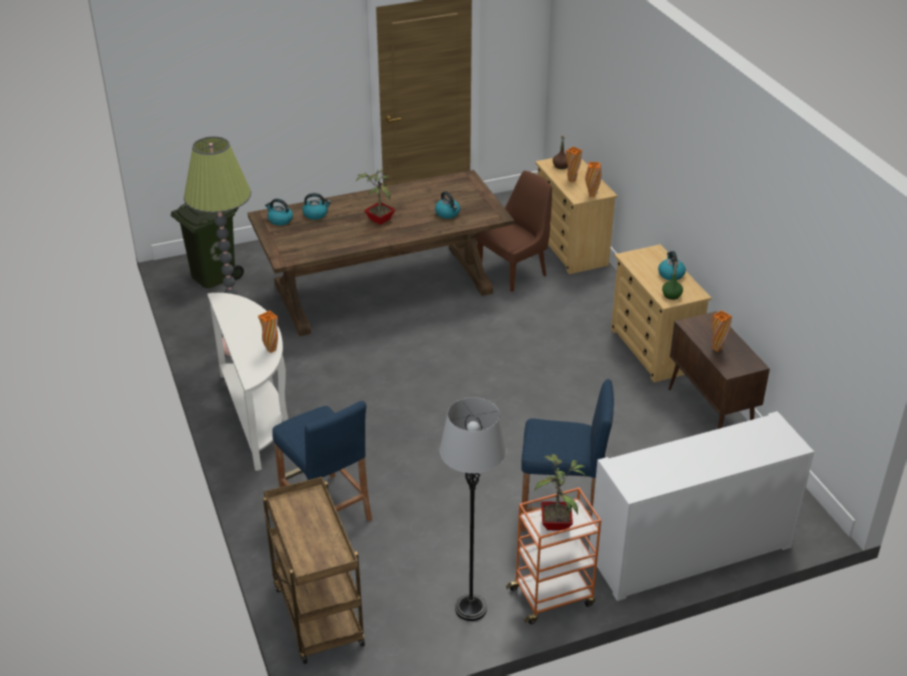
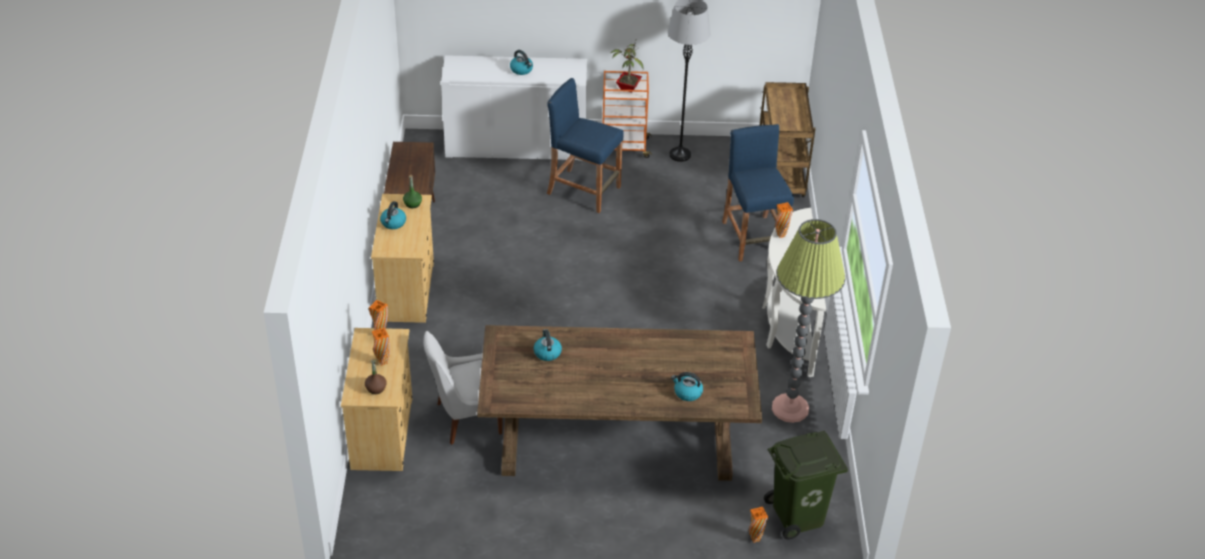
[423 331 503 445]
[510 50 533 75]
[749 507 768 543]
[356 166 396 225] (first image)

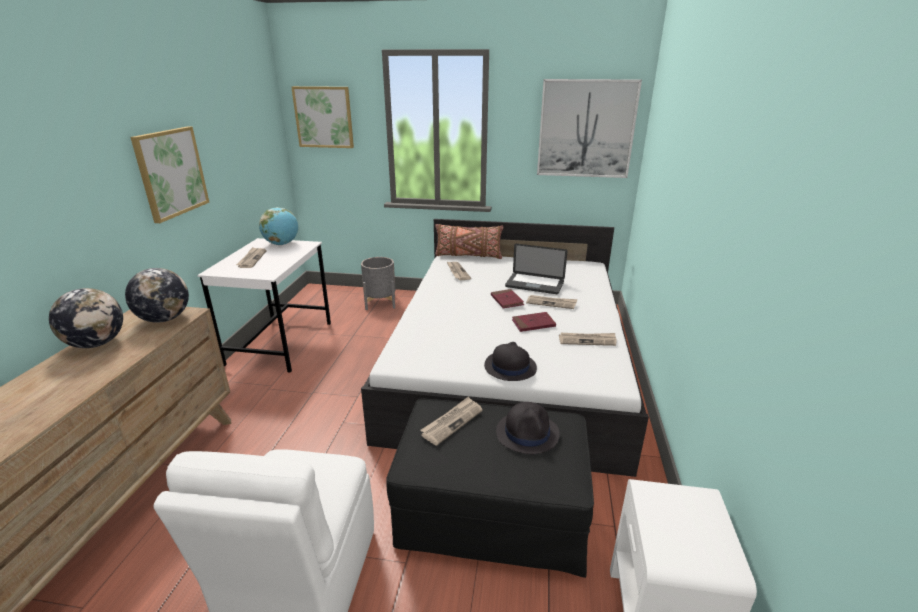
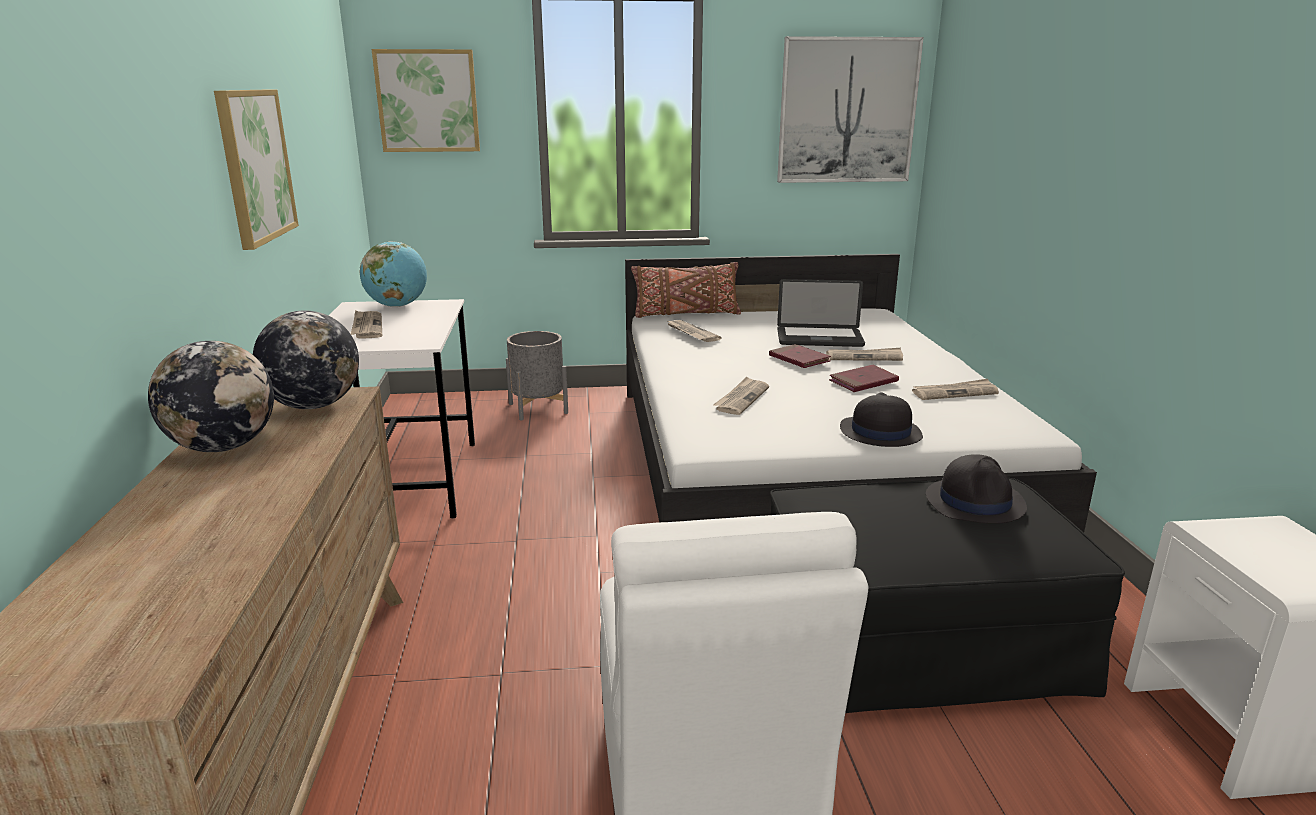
[713 377 769 415]

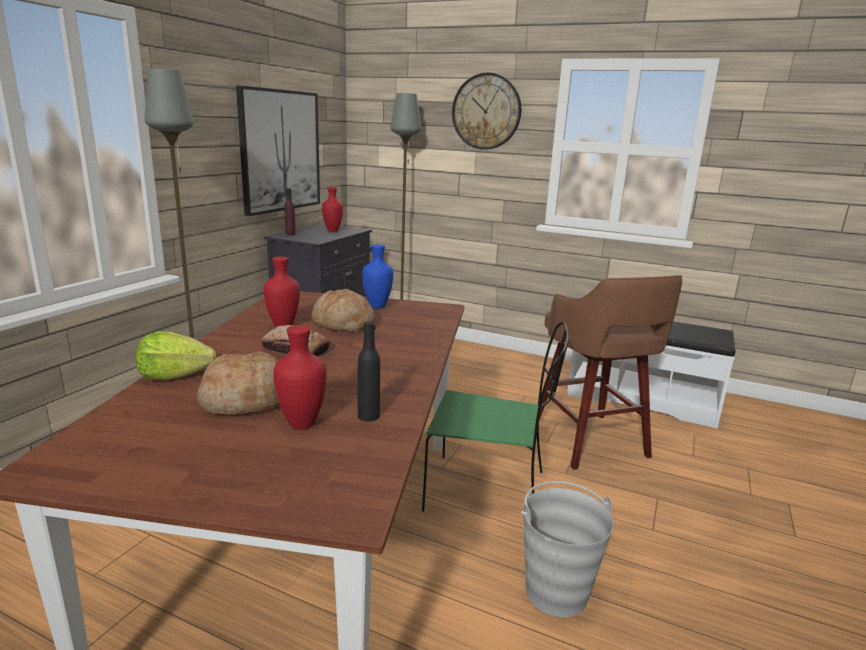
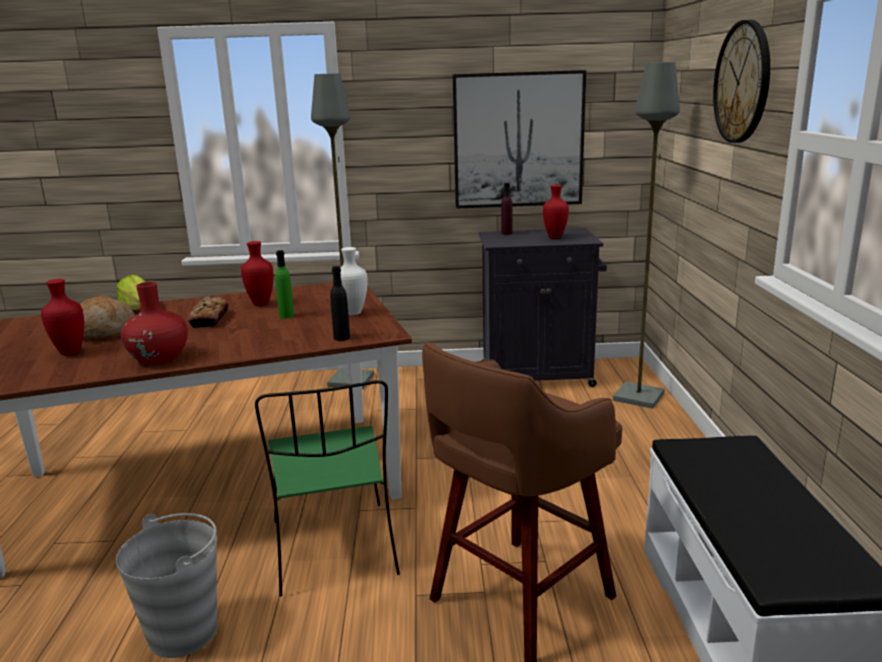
[121 282 188 365]
[275 250 294 318]
[330 266 350 341]
[340 247 367 315]

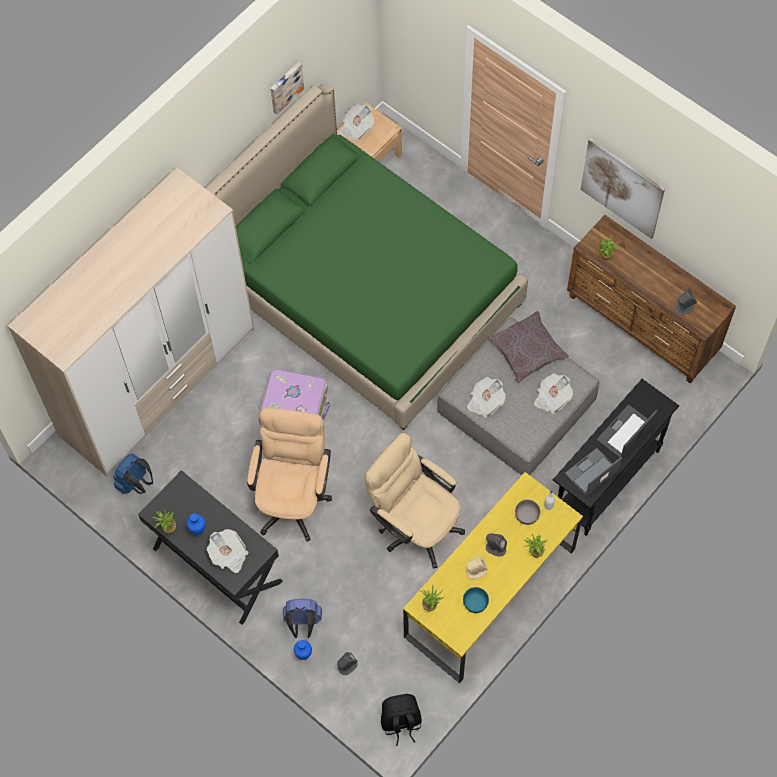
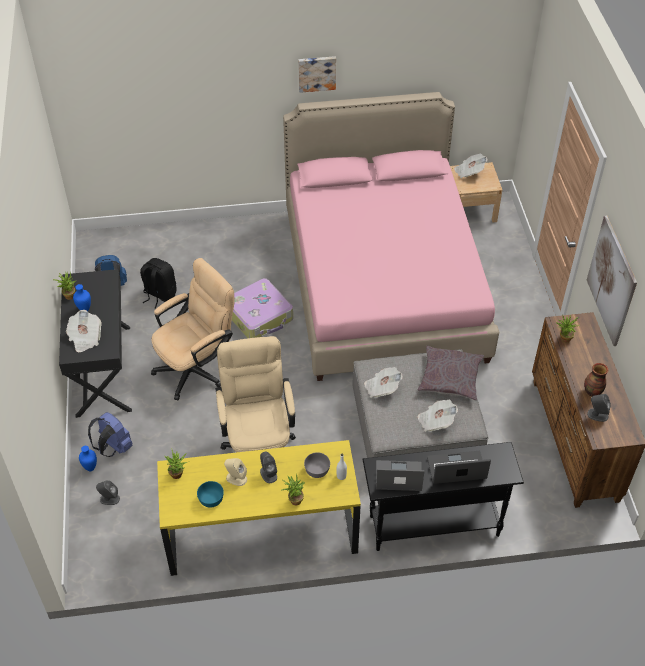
[140 258 177 309]
[283 92 499 381]
[298 56 336 93]
[584 363 608 397]
[8 168 254 477] (first image)

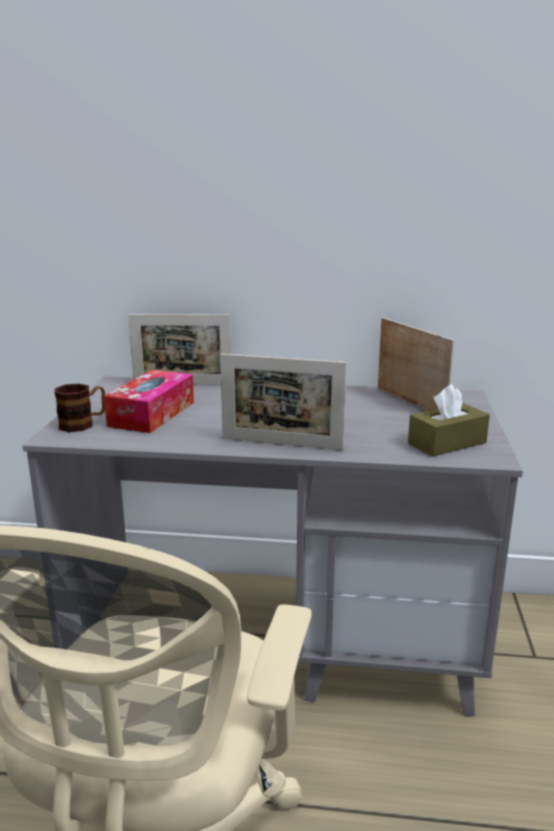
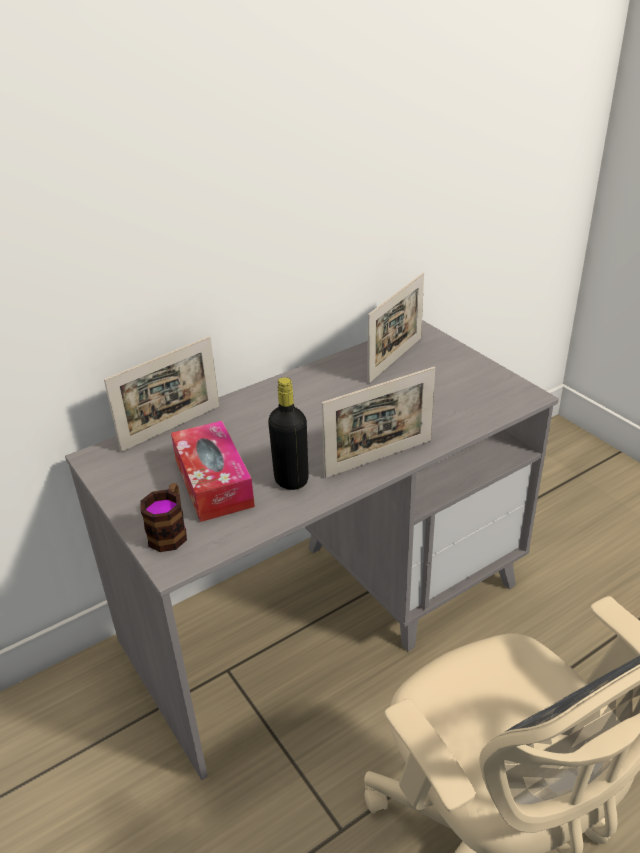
[268 377 309 490]
[368 273 424 383]
[408 384 490 457] (first image)

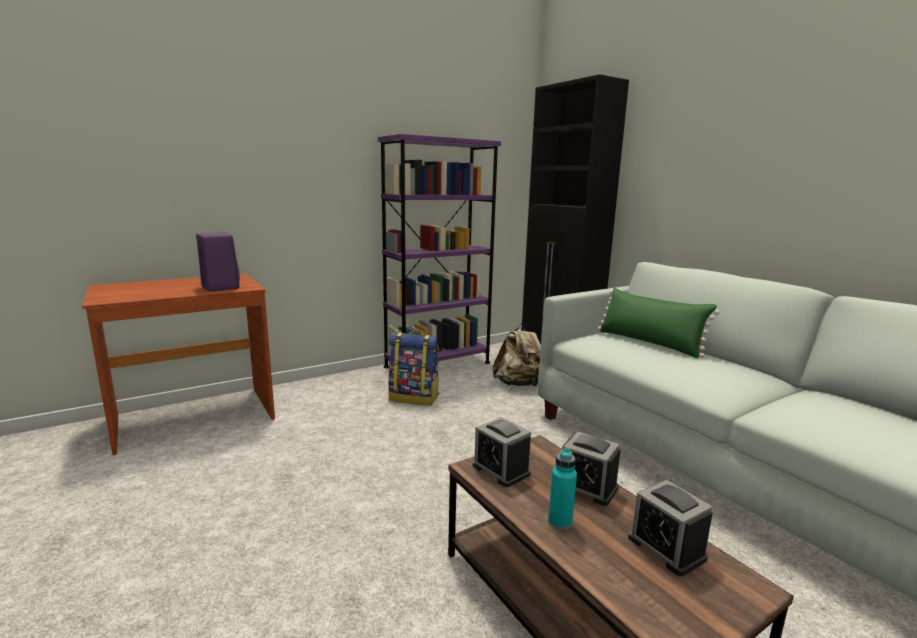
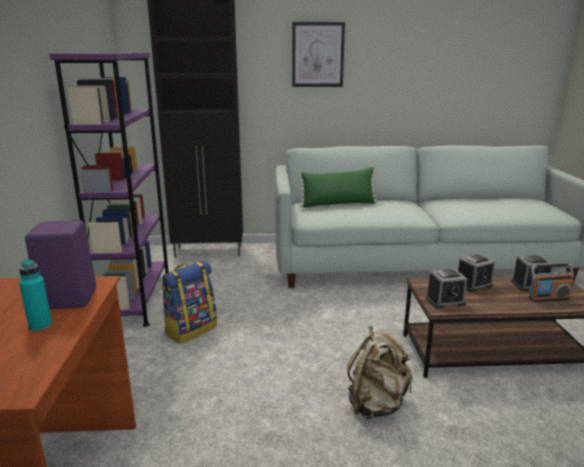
[19 259 52 332]
[292 22 345 87]
[347 326 412 419]
[528 263 574 302]

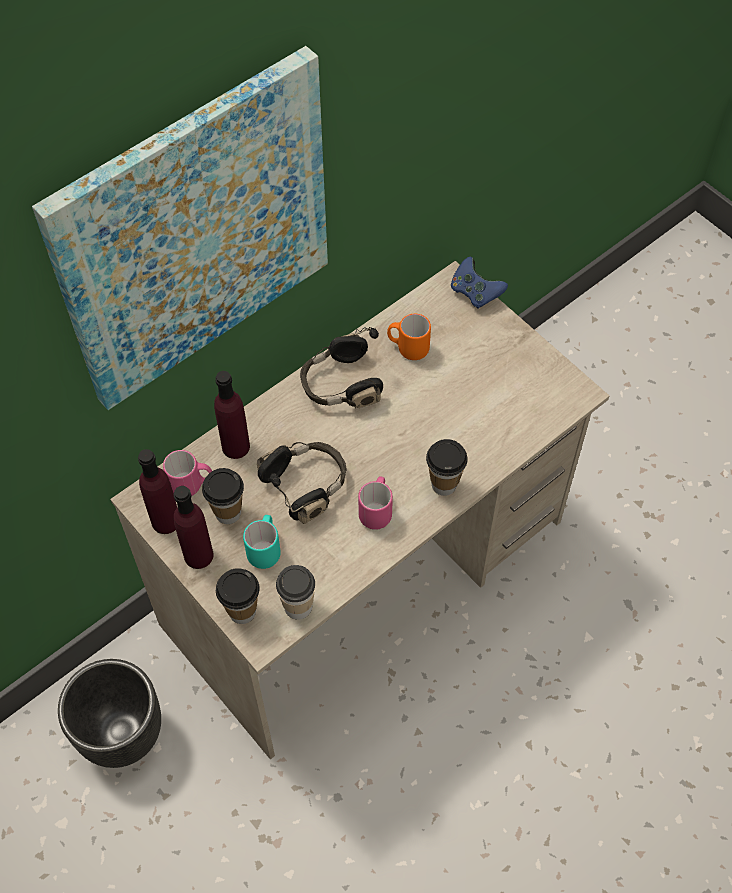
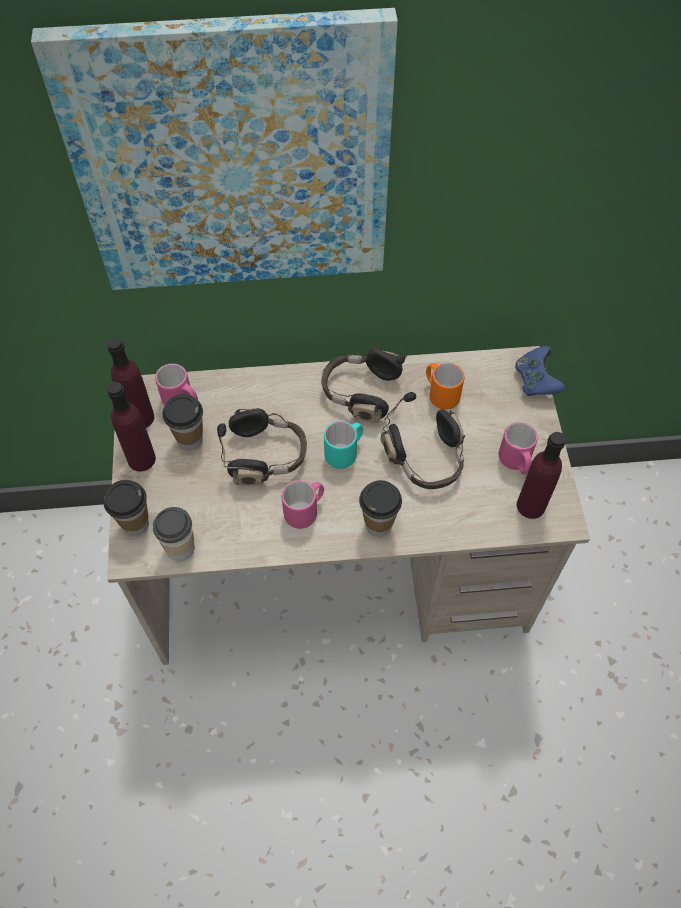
[324 421 363 469]
[381 392 465 489]
[499 422 538 474]
[517 432 566 519]
[58 659 161 768] (first image)

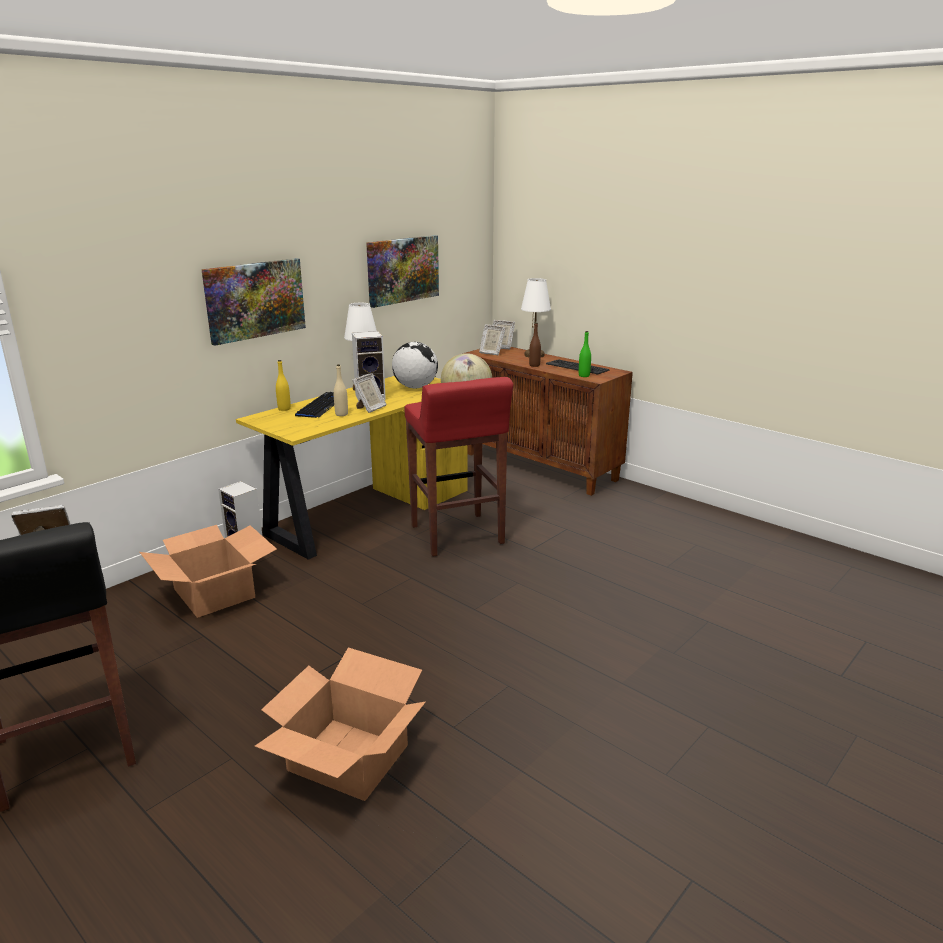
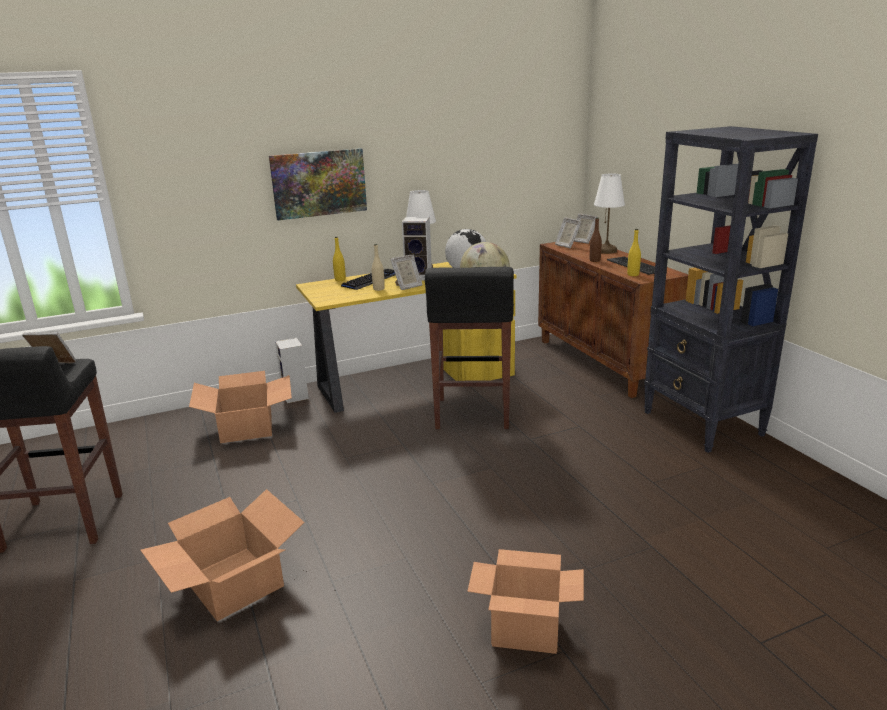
[425 267 514 429]
[467 549 584 654]
[627 229 641 276]
[644 126 818 453]
[366 235 439 308] (first image)

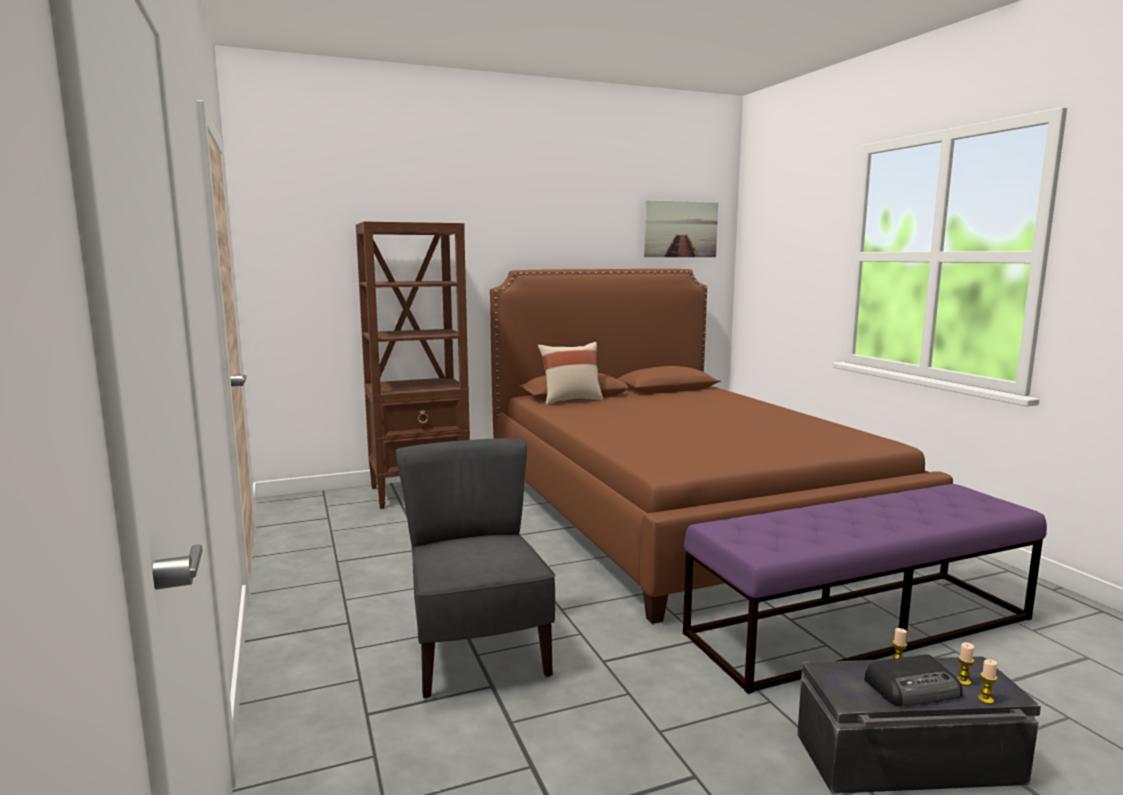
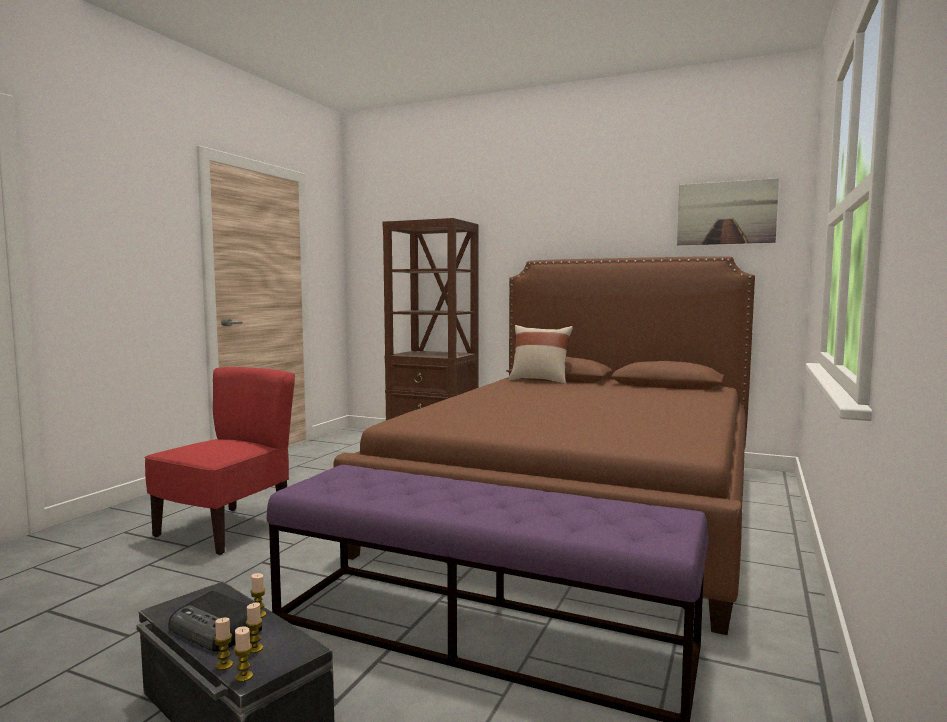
[144 367 295 555]
[234 626 253 682]

